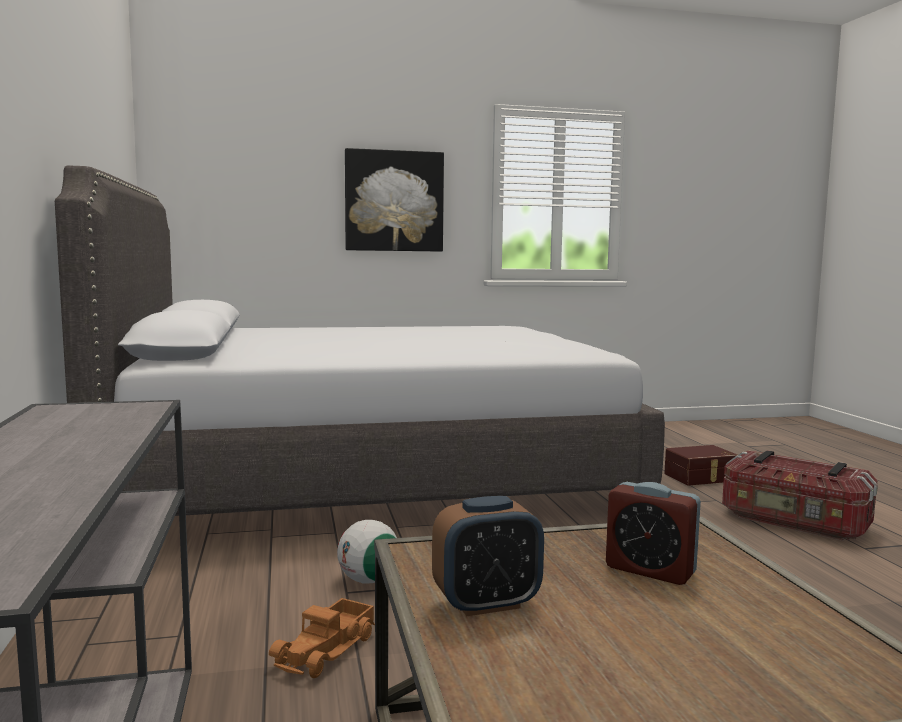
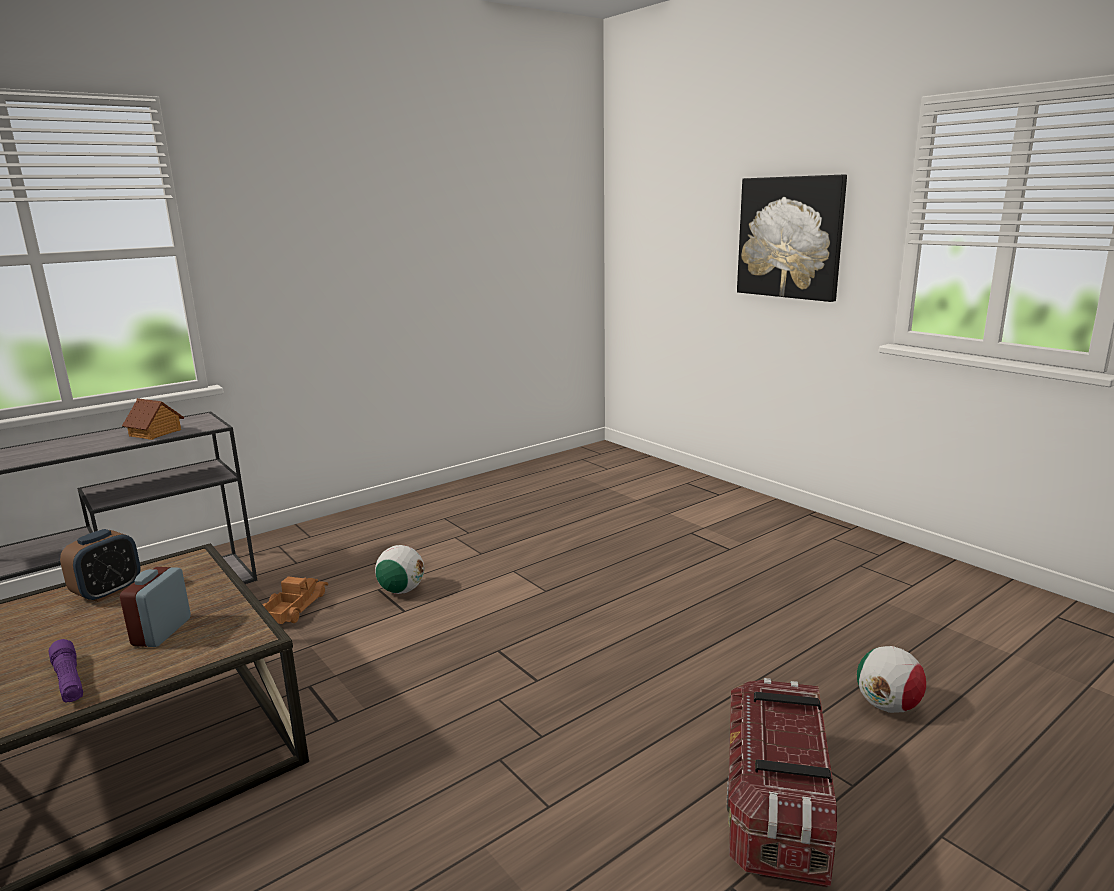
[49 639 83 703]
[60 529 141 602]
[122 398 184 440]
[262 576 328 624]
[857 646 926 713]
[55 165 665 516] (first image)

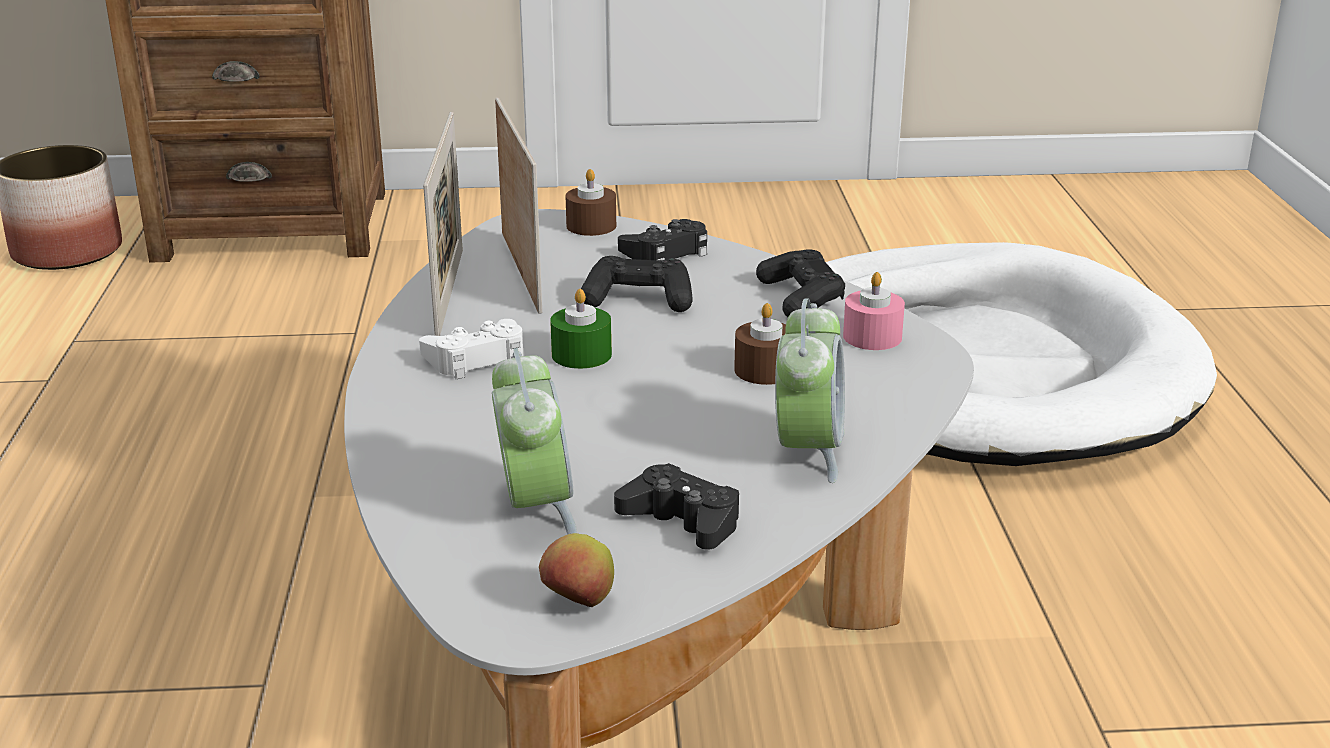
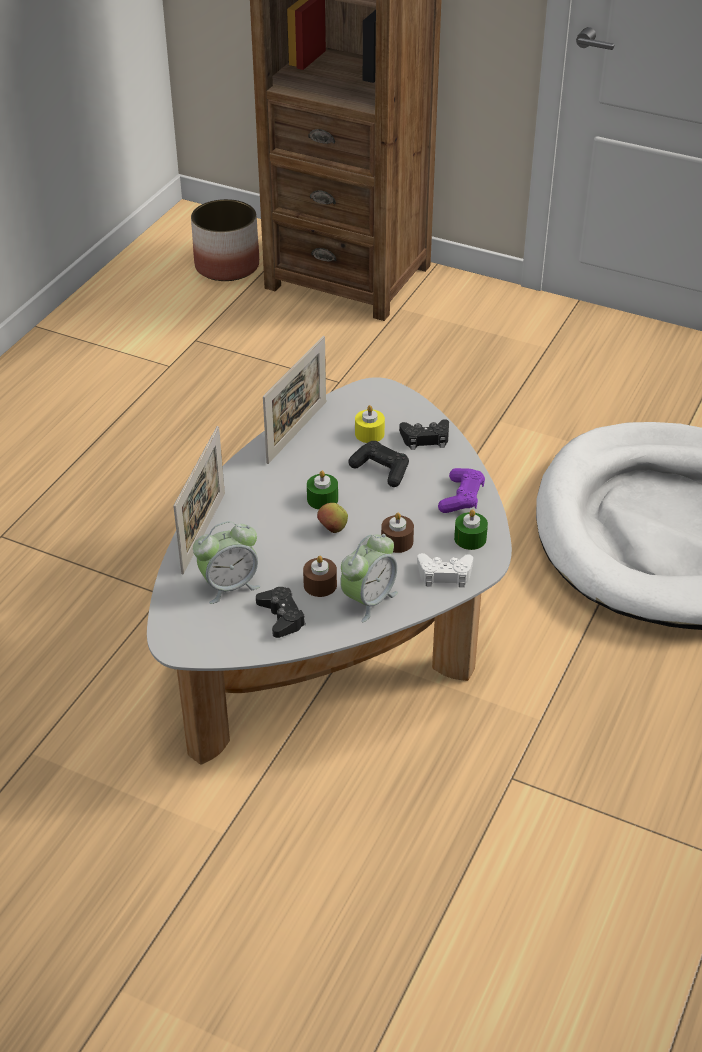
[173 426 225 574]
[193 521 261 604]
[303 556 337 597]
[317 503 348 533]
[355 405 385 443]
[417 553 473 587]
[438 468 485 513]
[454 509 488 550]

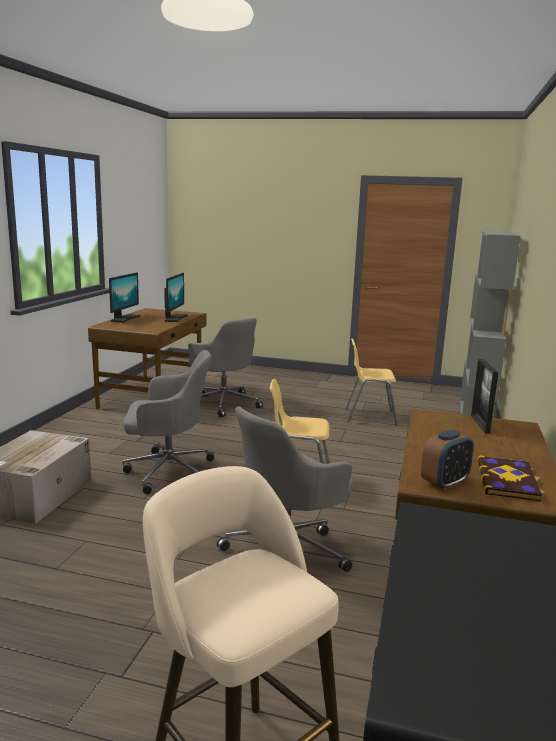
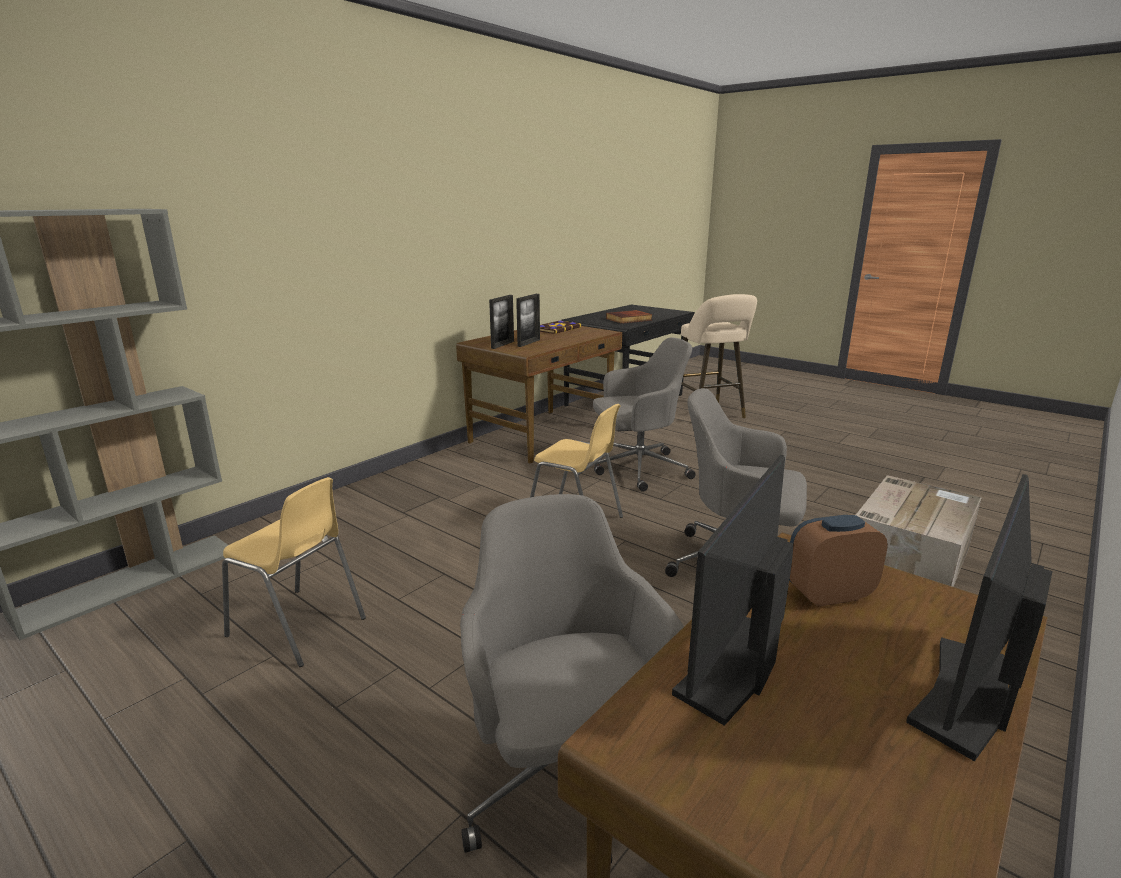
[516 294 540 347]
[606 310 653 324]
[789 515 888 607]

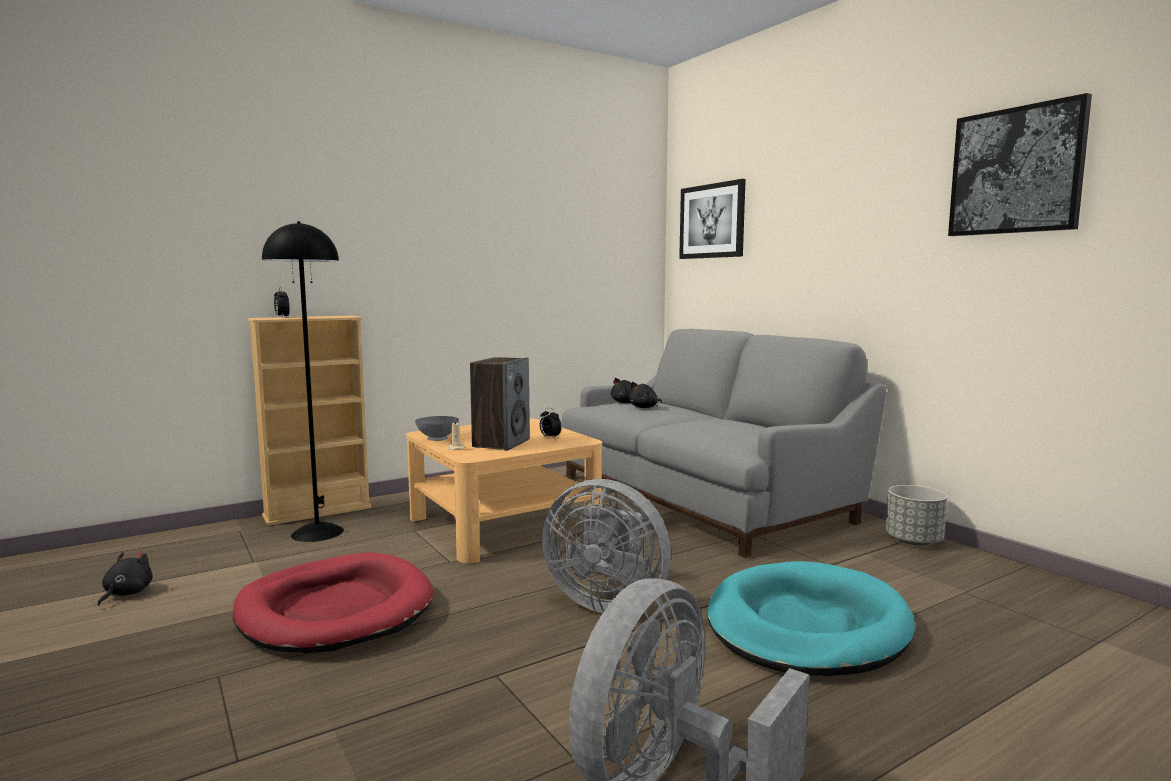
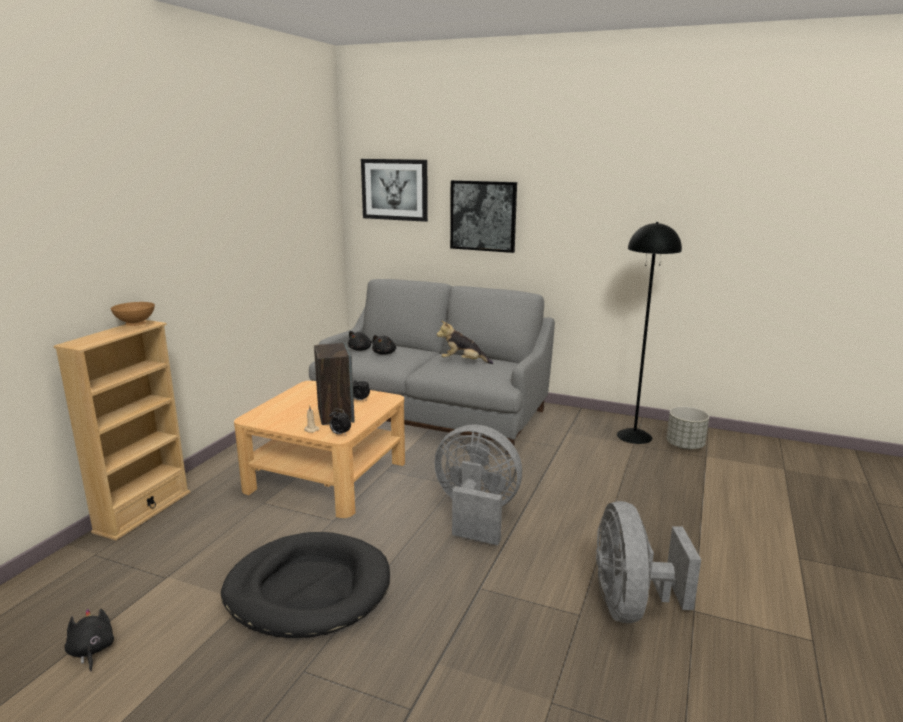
[110 302 155 326]
[221 532 390 638]
[329 409 351 435]
[435 424 522 545]
[436 320 493 364]
[450 180 517 253]
[617 222 682 444]
[667 407 709 450]
[415 416 459 441] (first image)
[707 561 915 676] (first image)

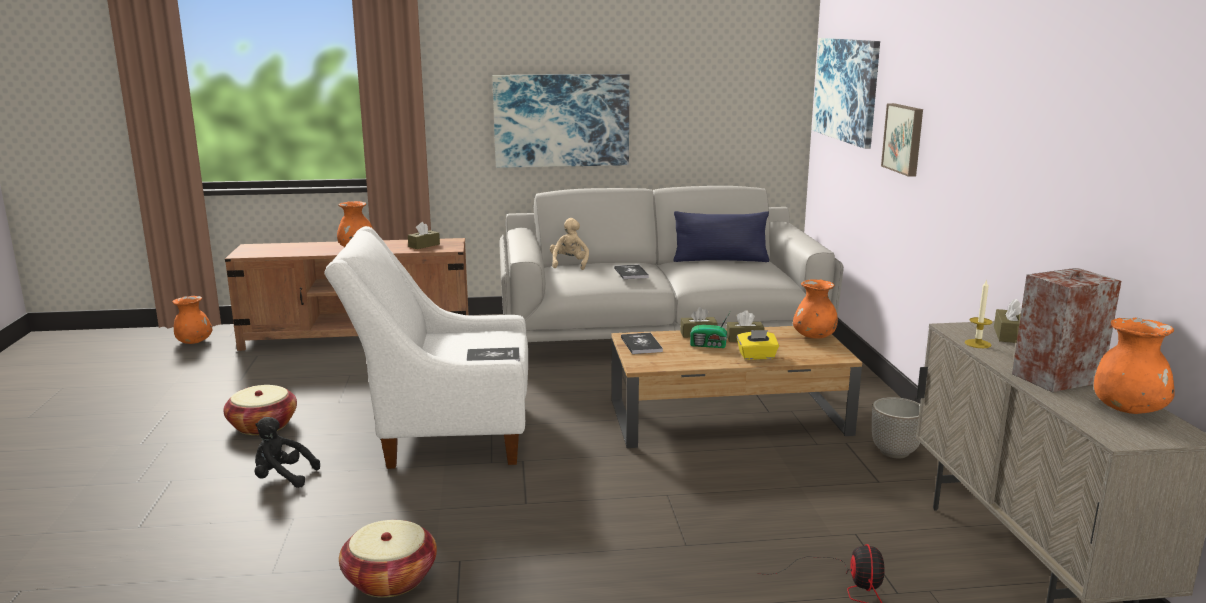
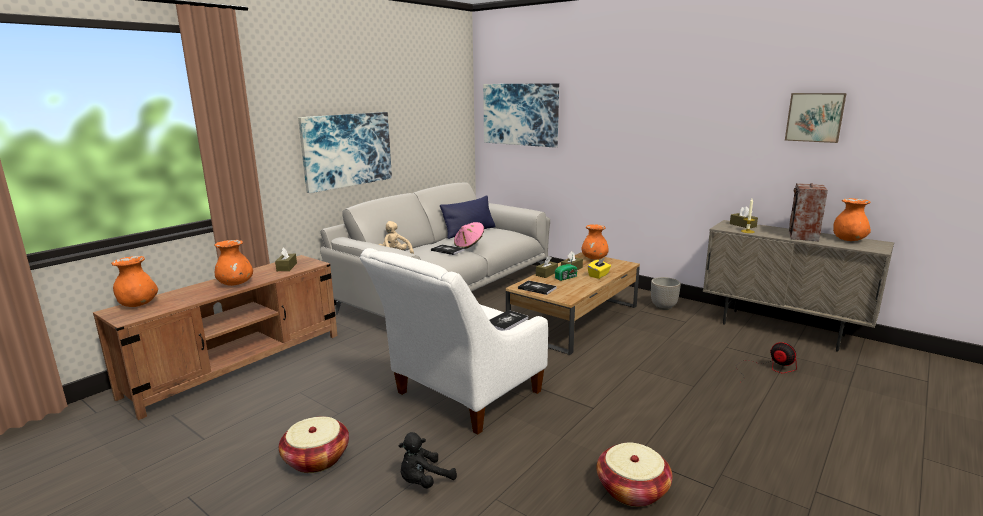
[111 256 158 307]
[454 222 484 249]
[785 93 847 143]

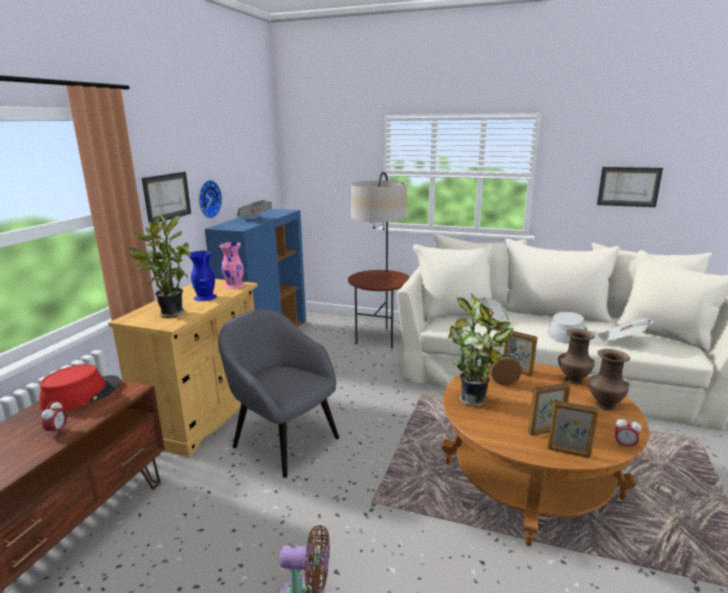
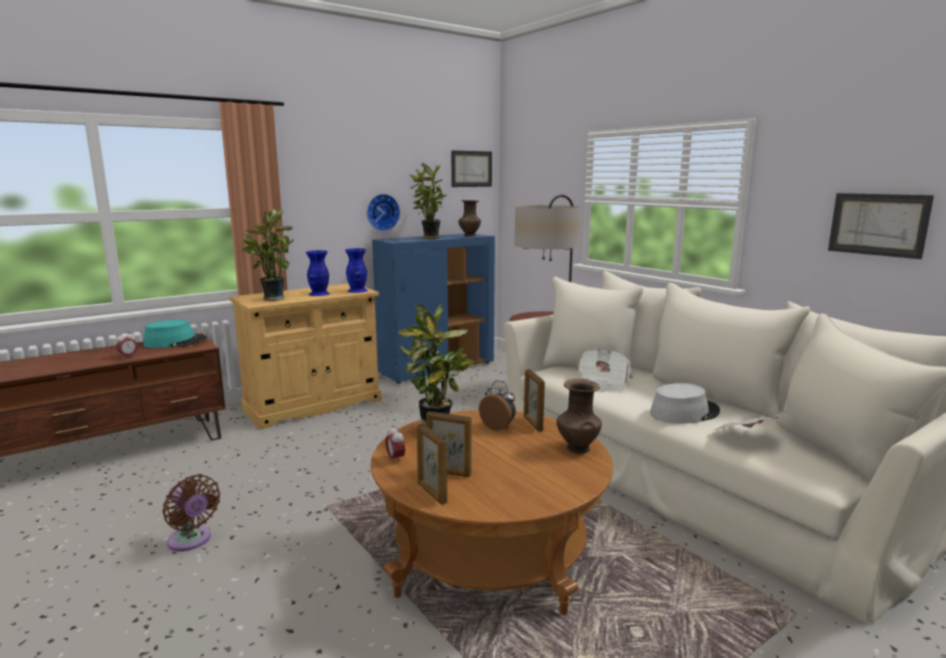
[143 320 207 348]
[345 248 368 293]
[385 425 405 464]
[409 163 447 239]
[451 150 492 187]
[458 200 481 236]
[218 309 339 478] (first image)

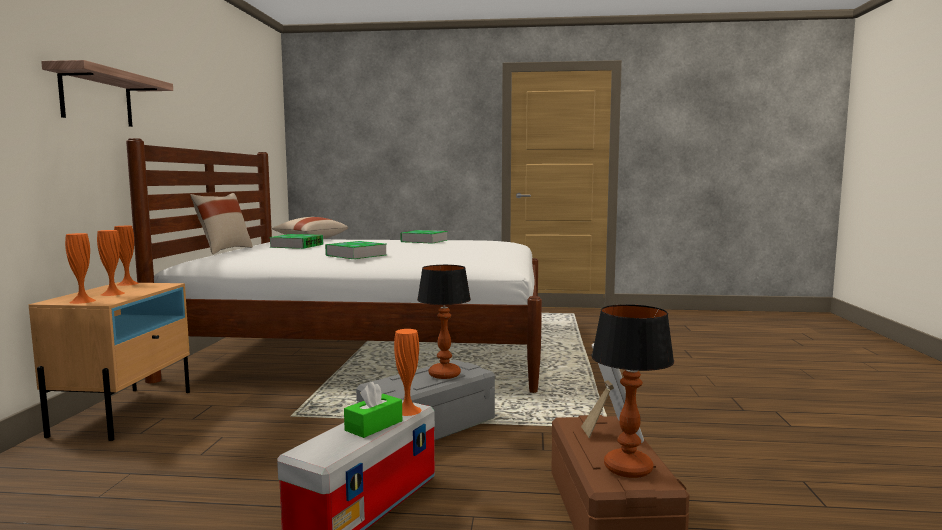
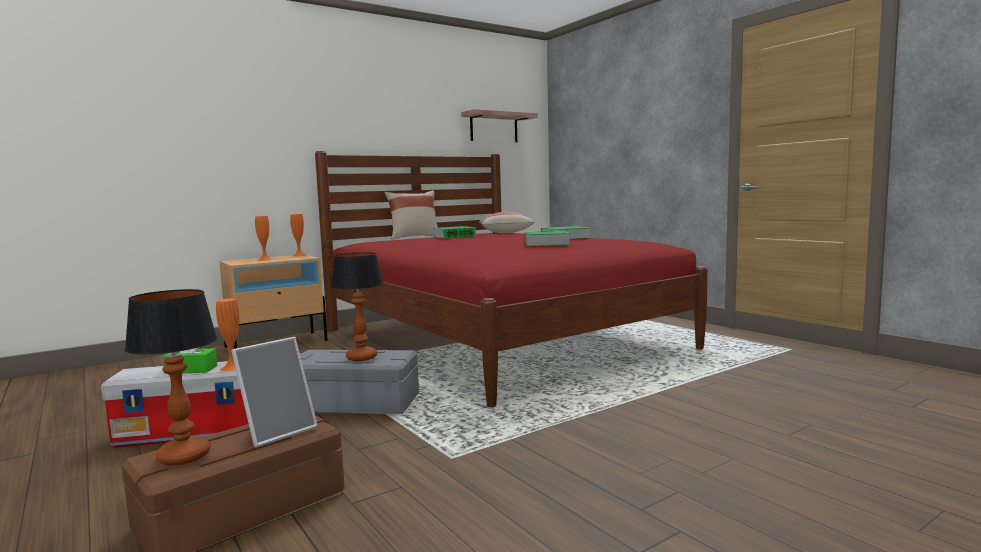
[315 151 708 407]
[461 109 538 142]
[525 231 570 246]
[65 233 96 304] (first image)

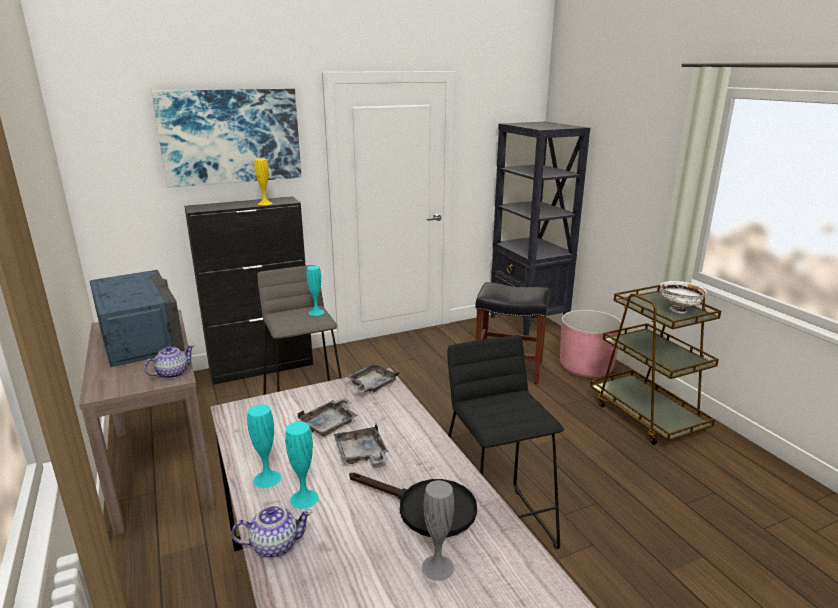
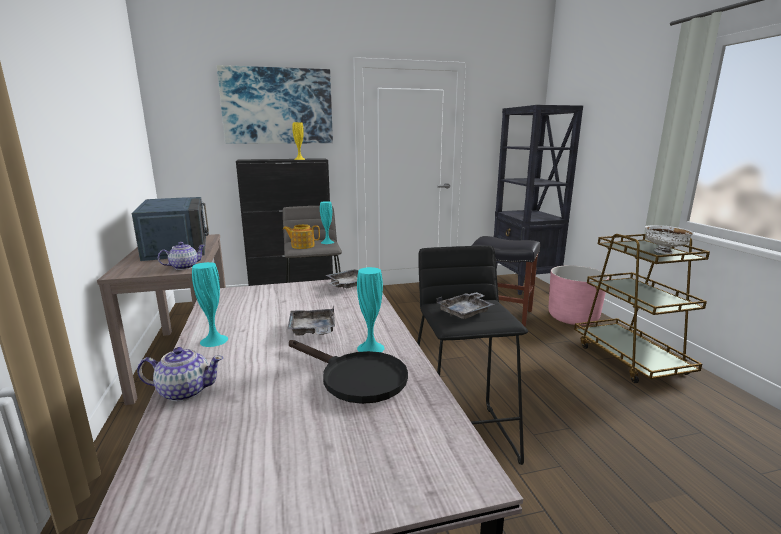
[283 224 320 249]
[357 267 385 353]
[437 292 495 319]
[422 480 454 581] (first image)

